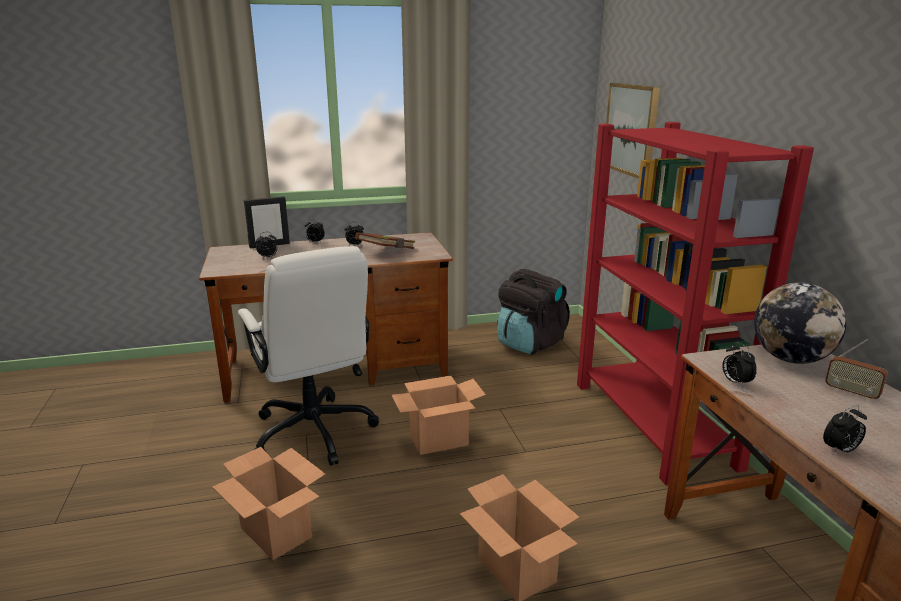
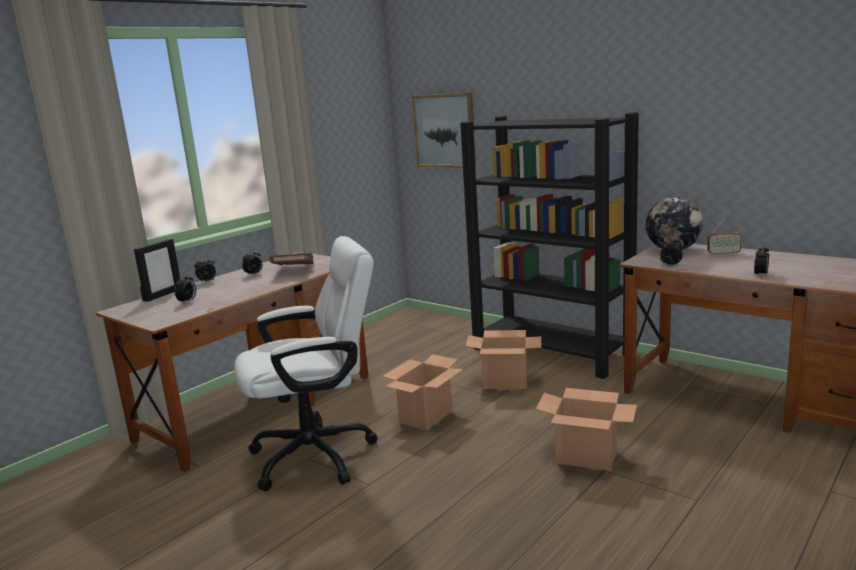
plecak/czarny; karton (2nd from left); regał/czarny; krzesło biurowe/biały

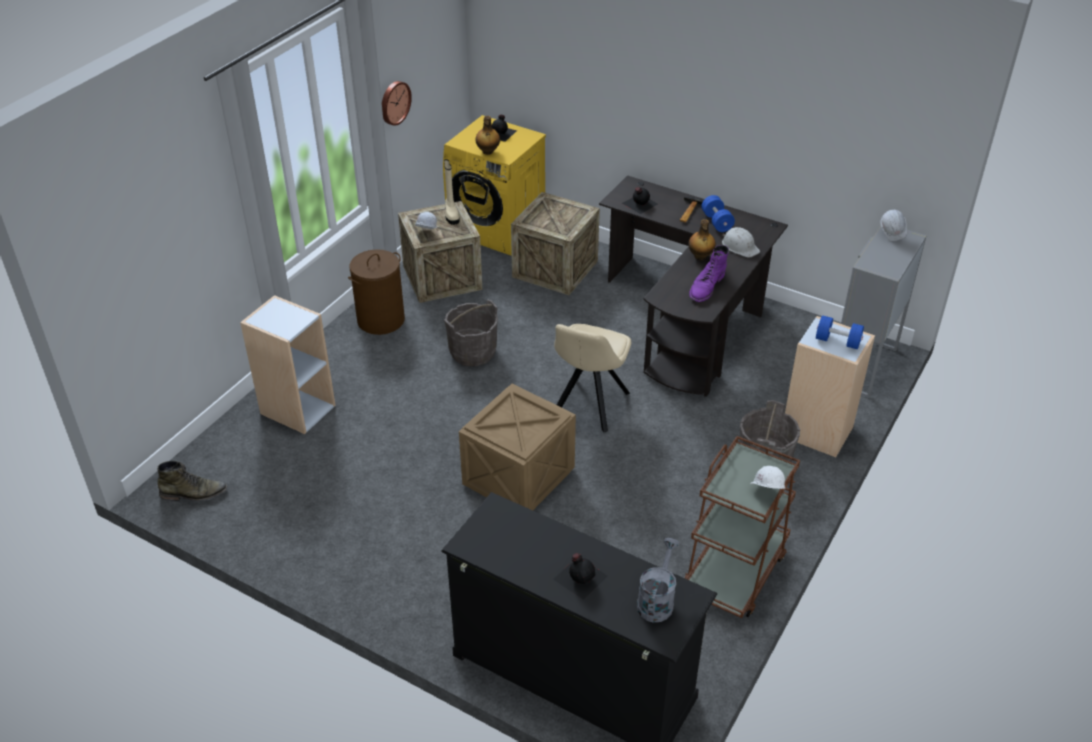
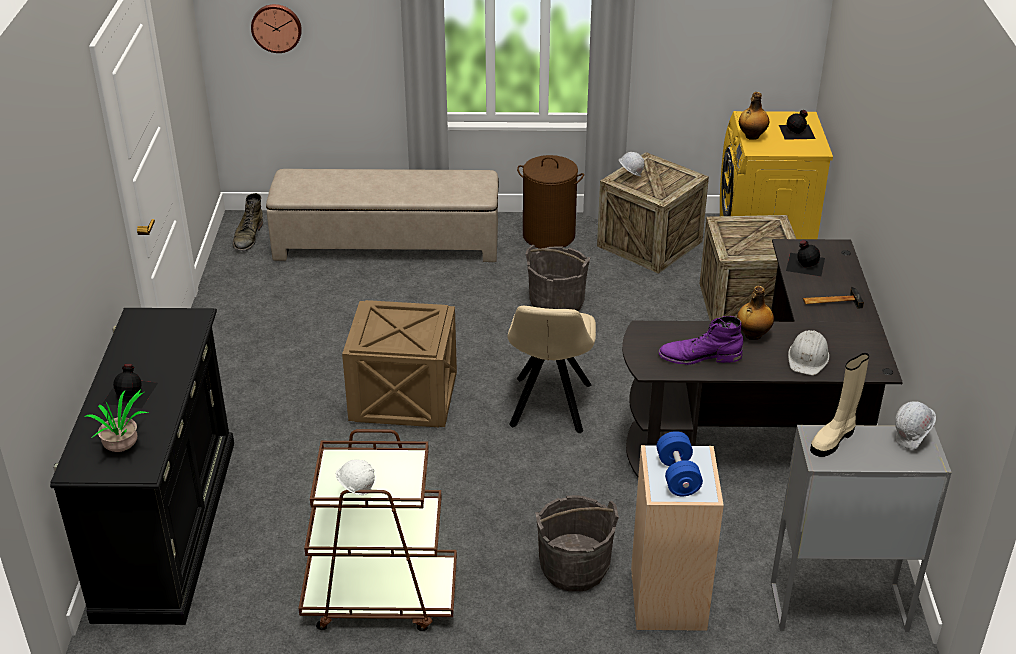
hantel/niebieski (1st from left in the first image); zegar ścienny; but z cholewką/beżowy; ławka/beżowy; roślina doniczkowa; but z cholewką/zielony; krzesło/beżowy

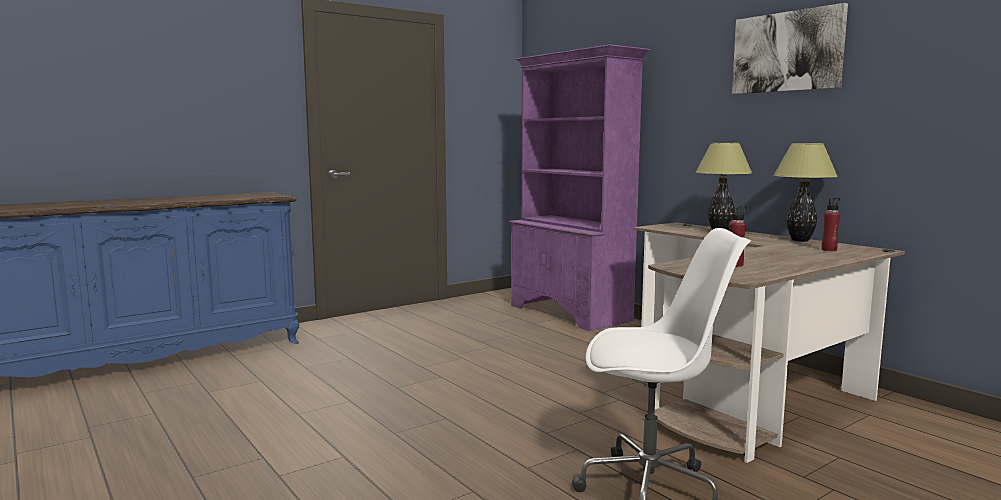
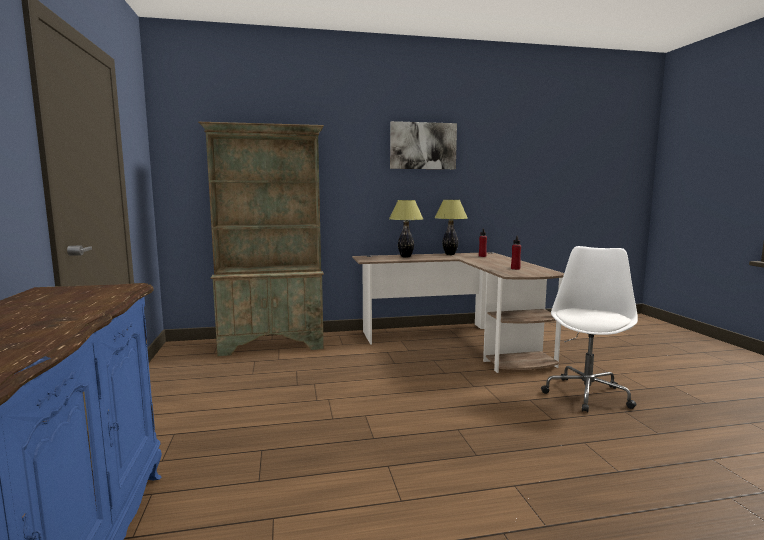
regał/zielony

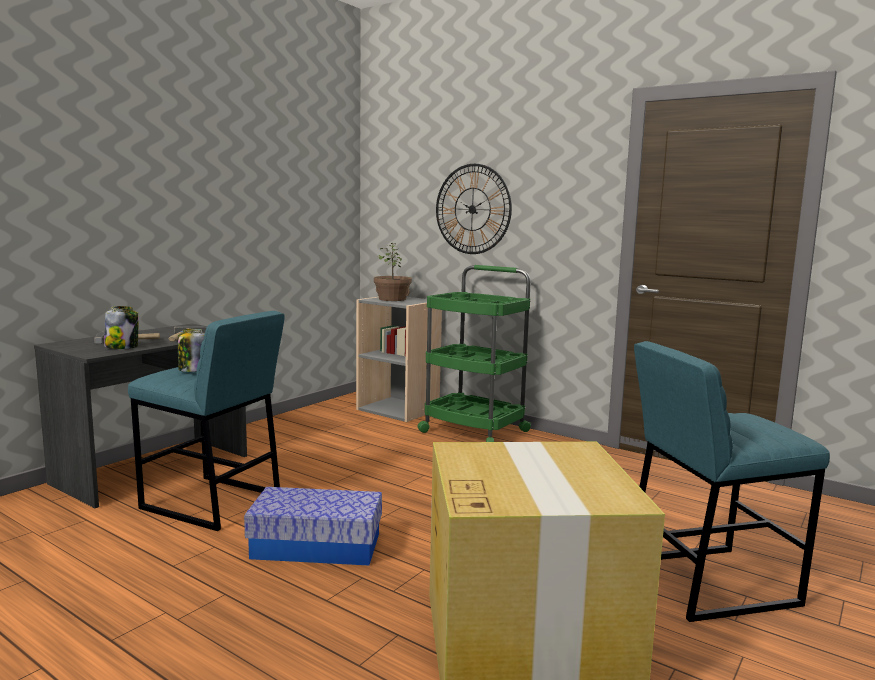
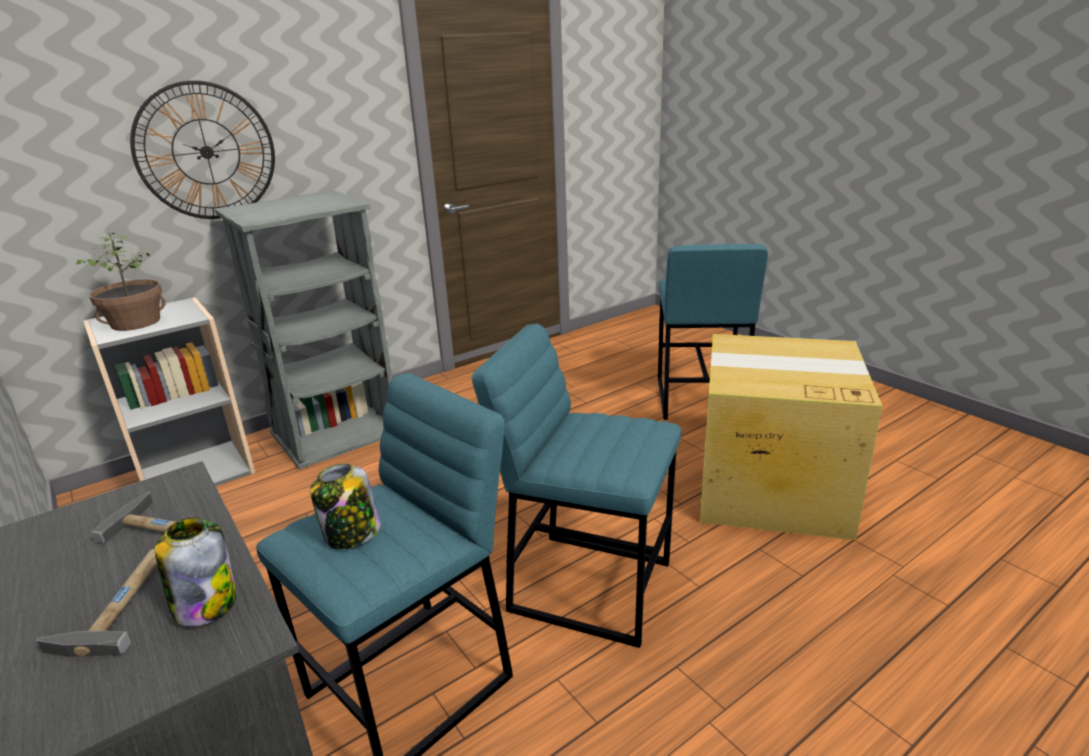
stołek/niebieski (2nd from left); regał/szary (2nd from left)

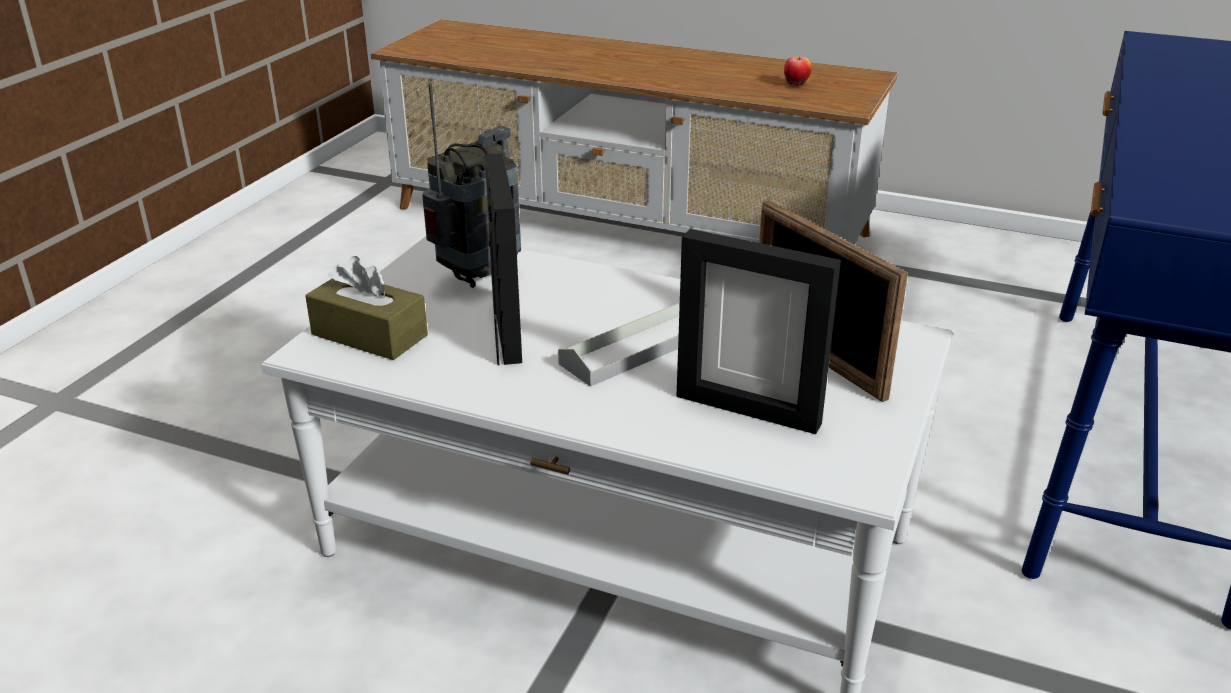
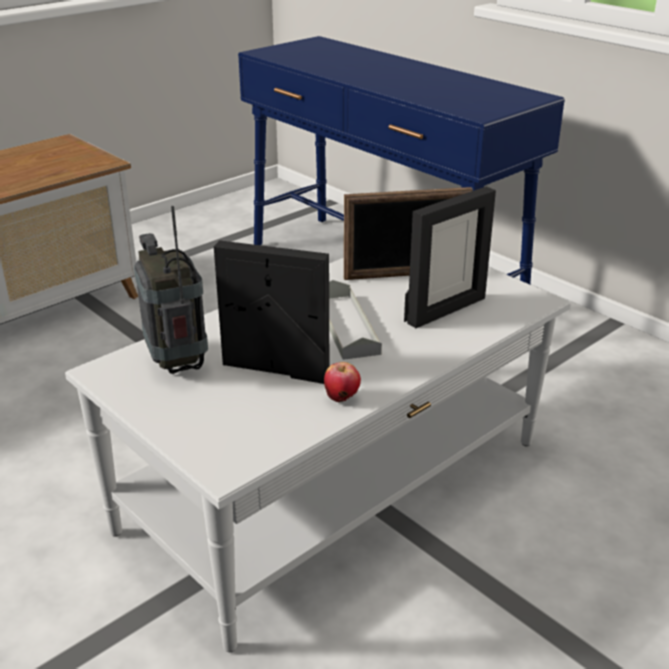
pudełko chusteczek/brązowy; jabłko

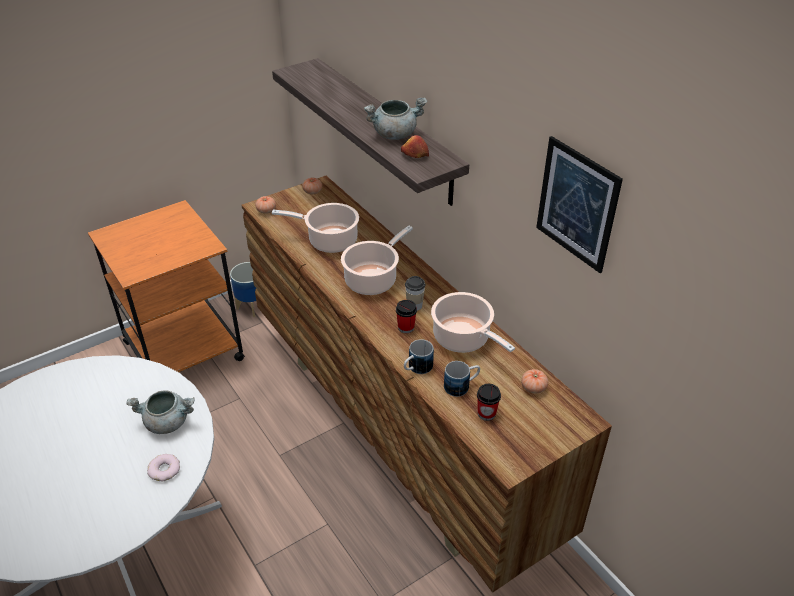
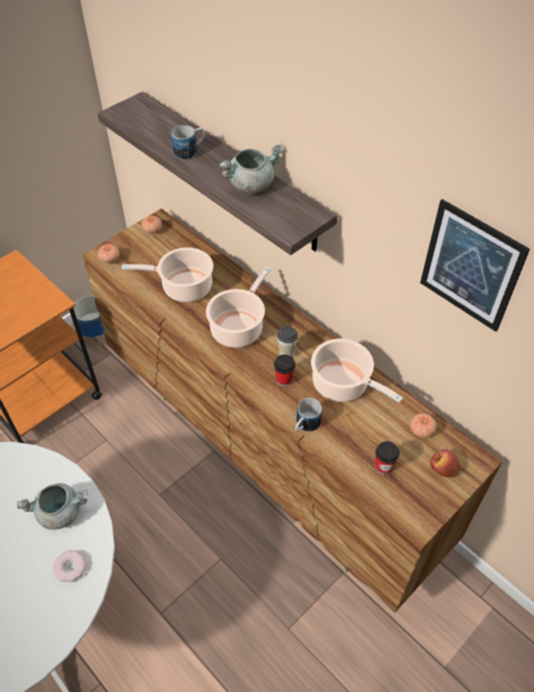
jabłko; kubek (1st from left)

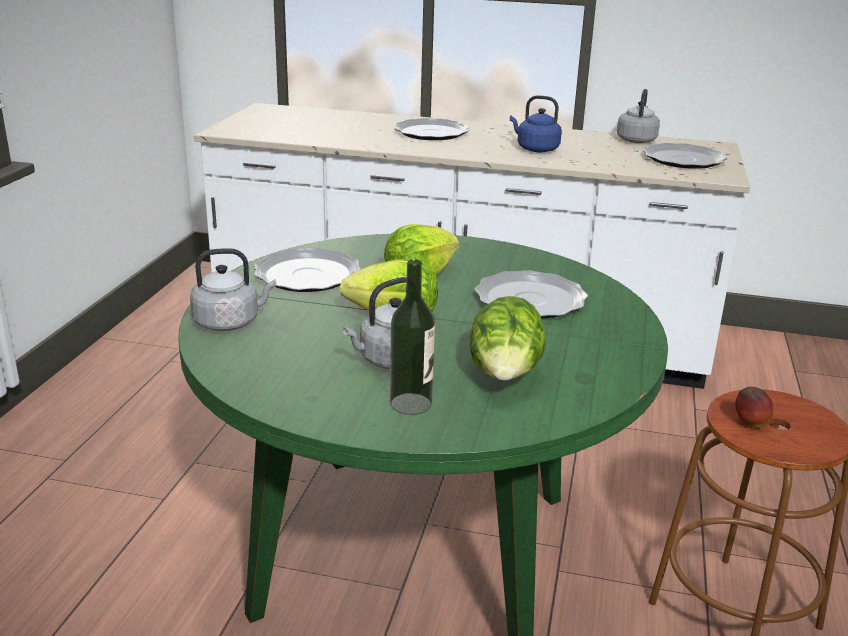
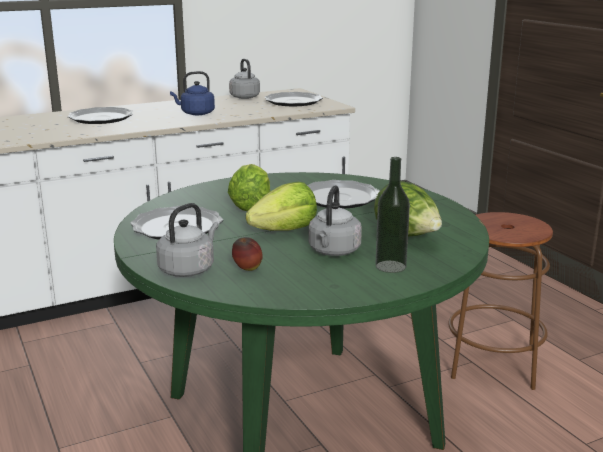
jabłko

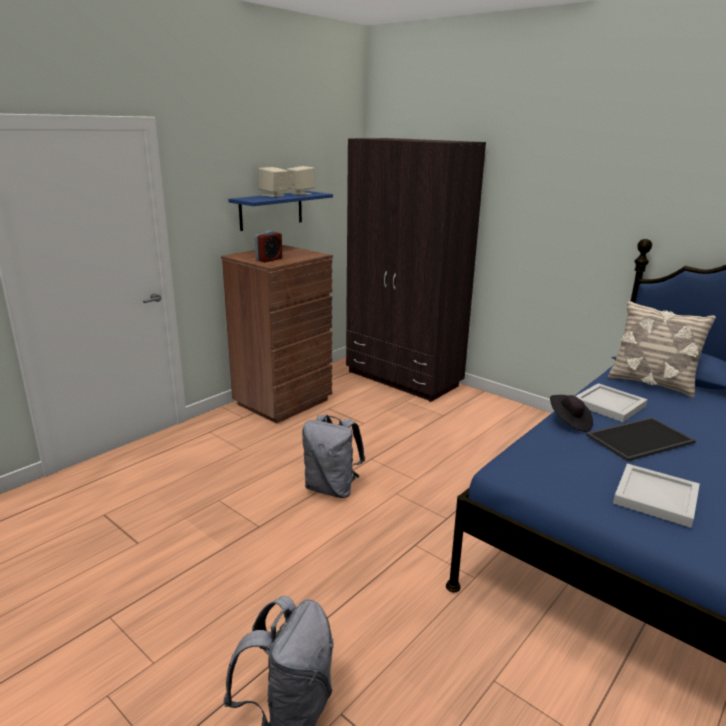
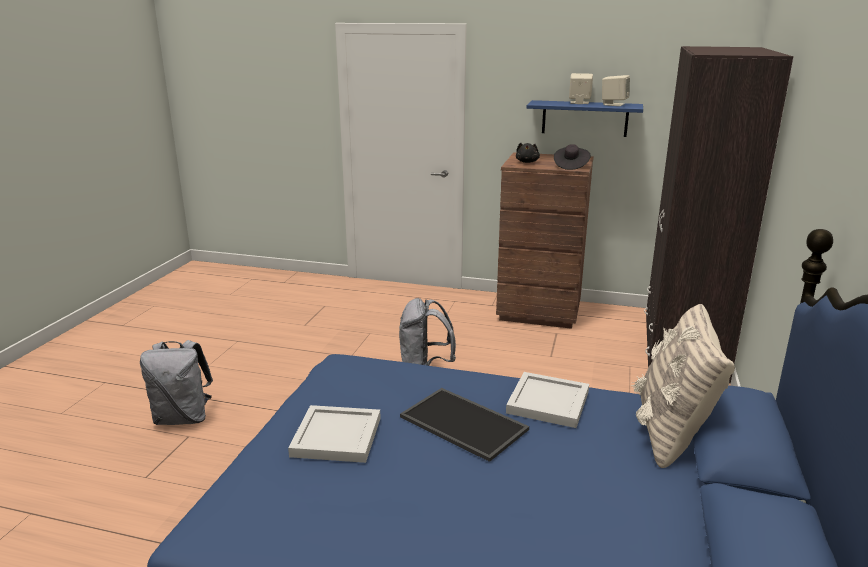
kapelusz/czarny; pluszak/czarny

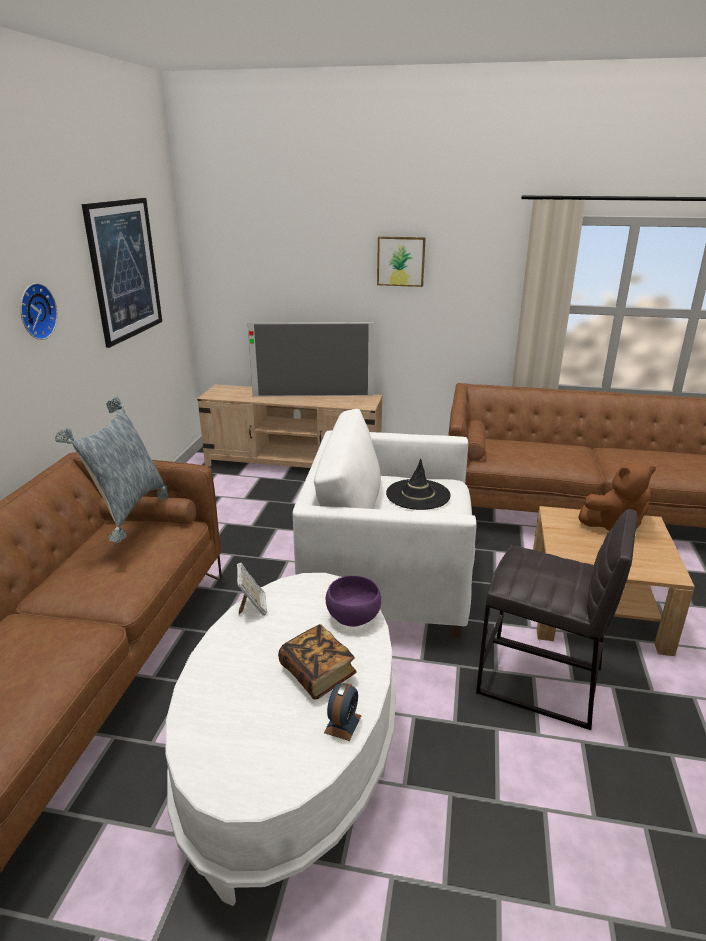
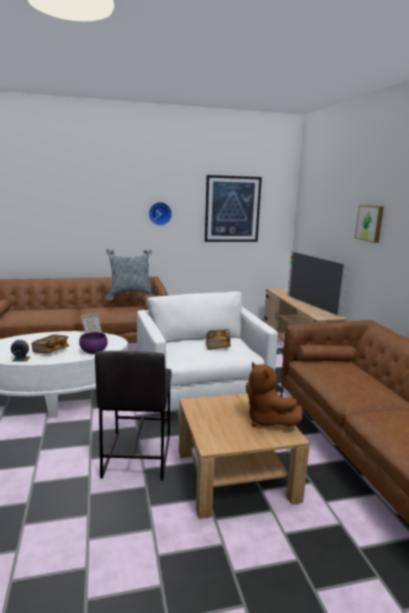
książka (2nd from left)

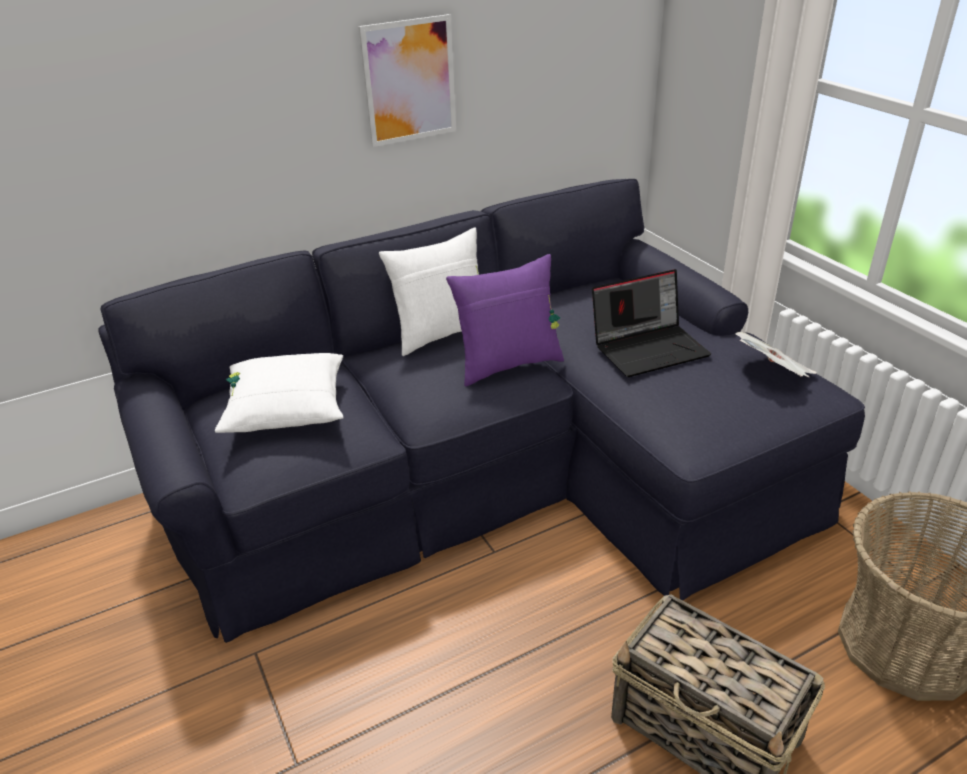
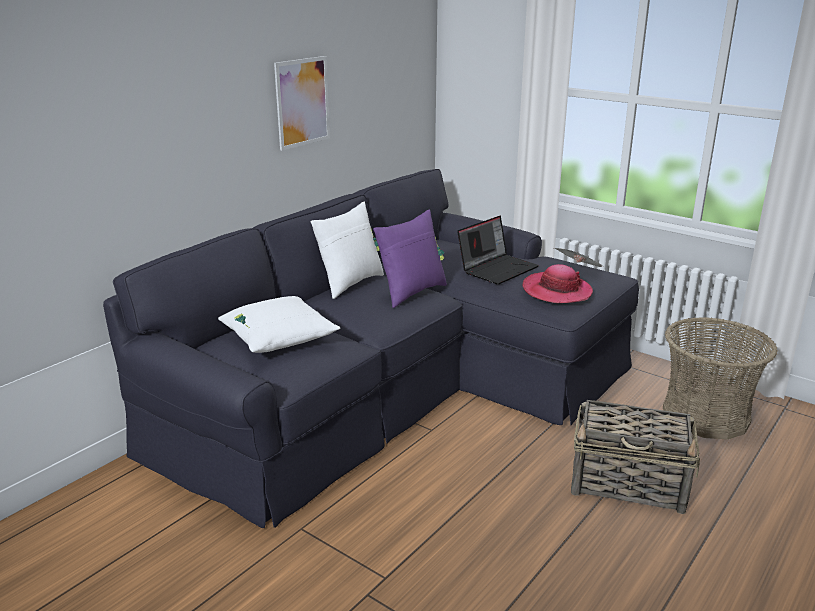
kapelusz

